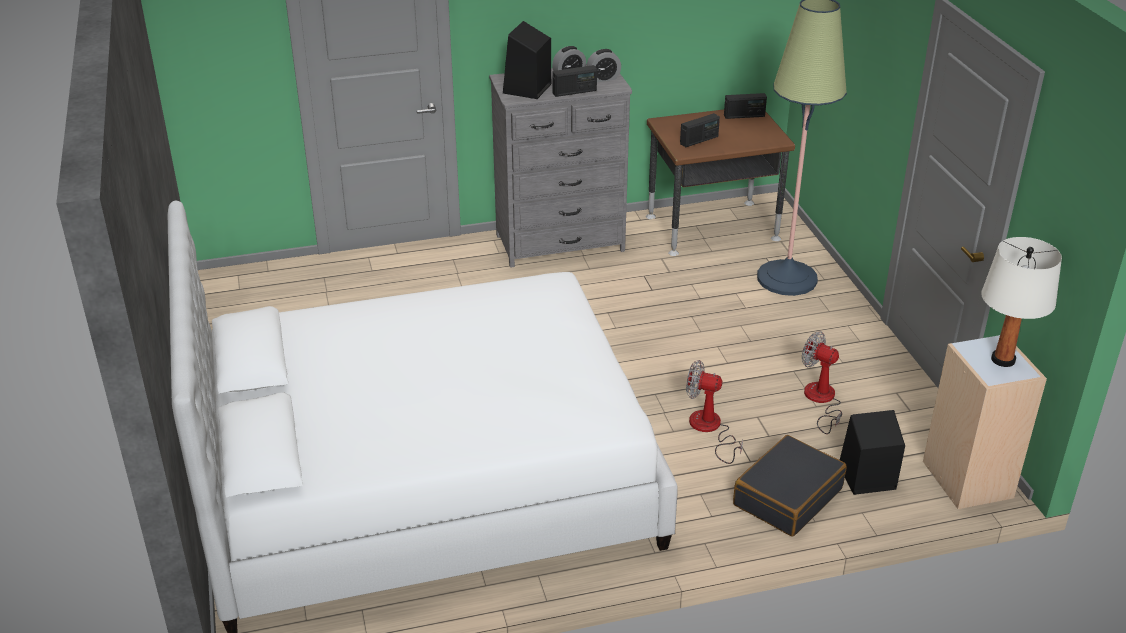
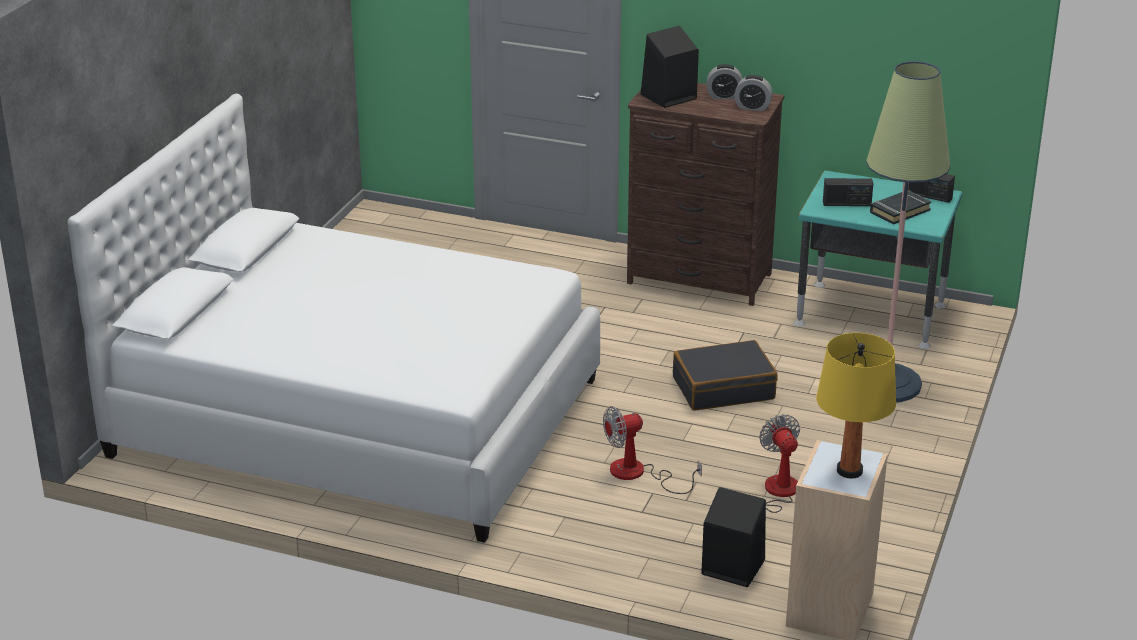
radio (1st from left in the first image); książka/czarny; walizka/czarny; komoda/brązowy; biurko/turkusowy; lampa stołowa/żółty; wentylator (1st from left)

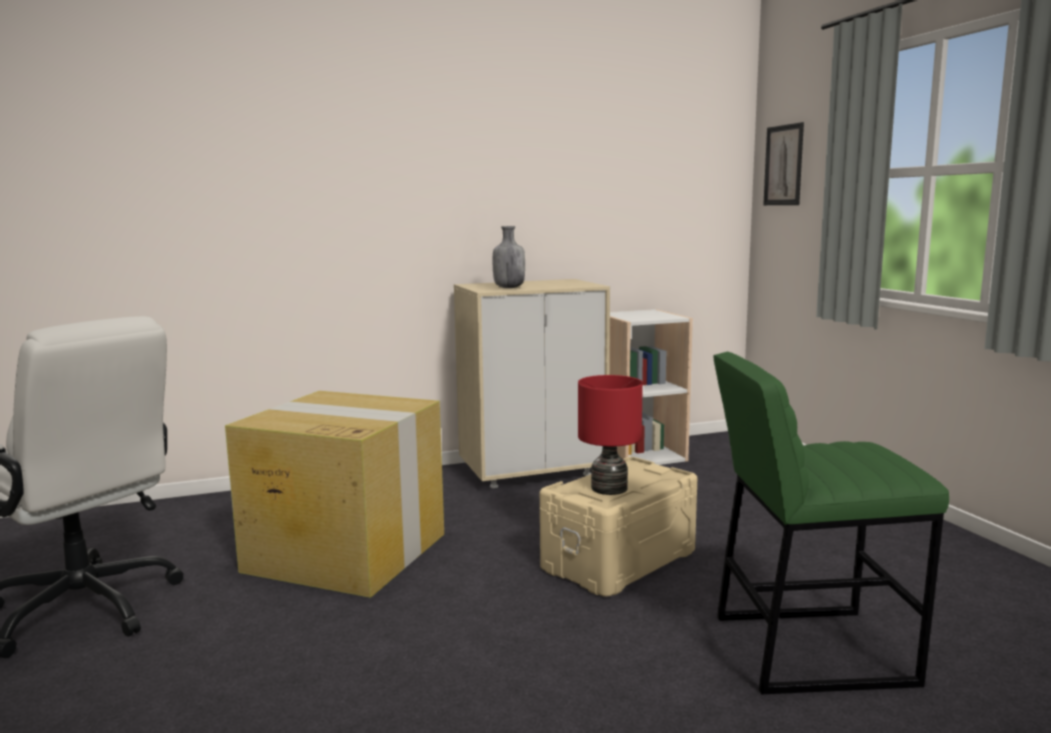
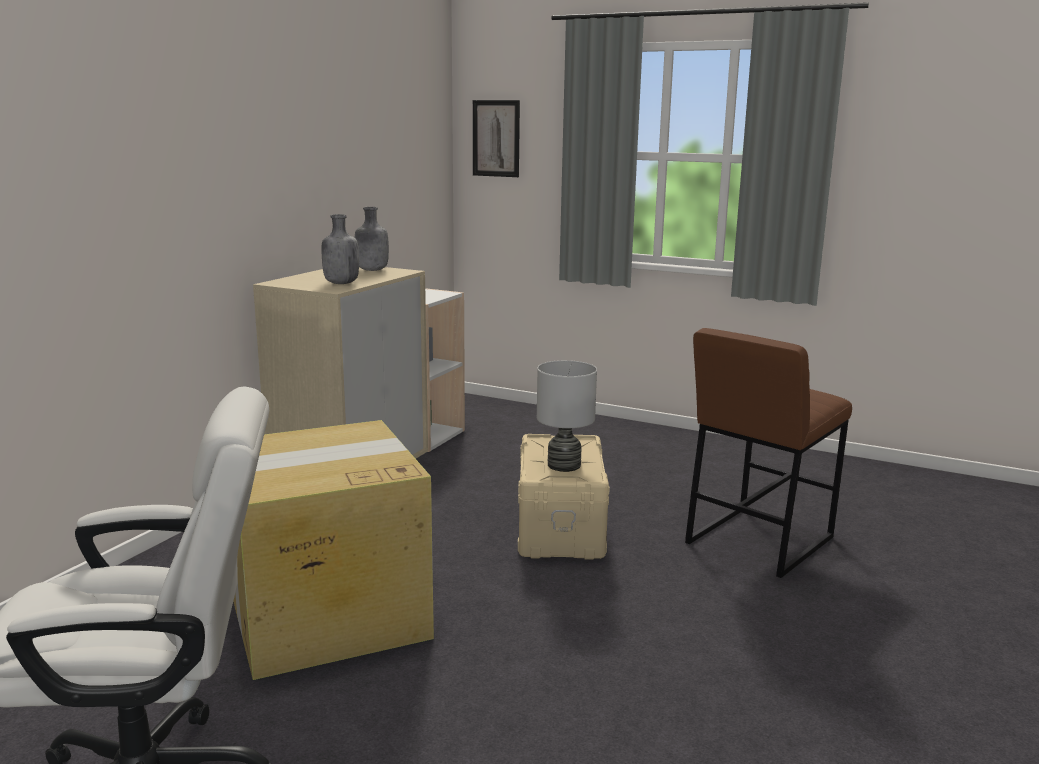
butelka/szary (2nd from left); lampa stołowa/szary; krzesło/brązowy

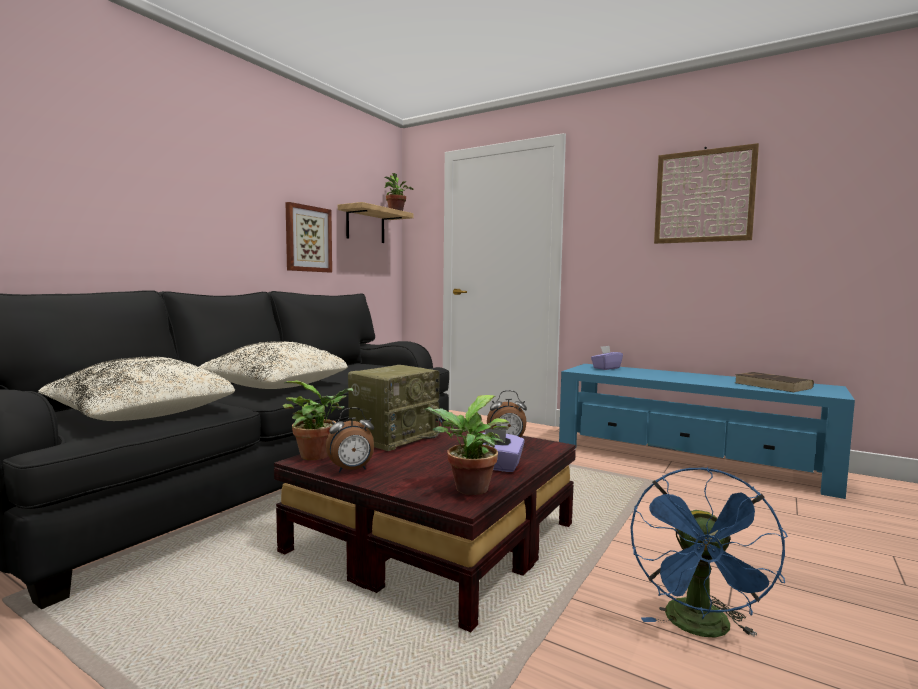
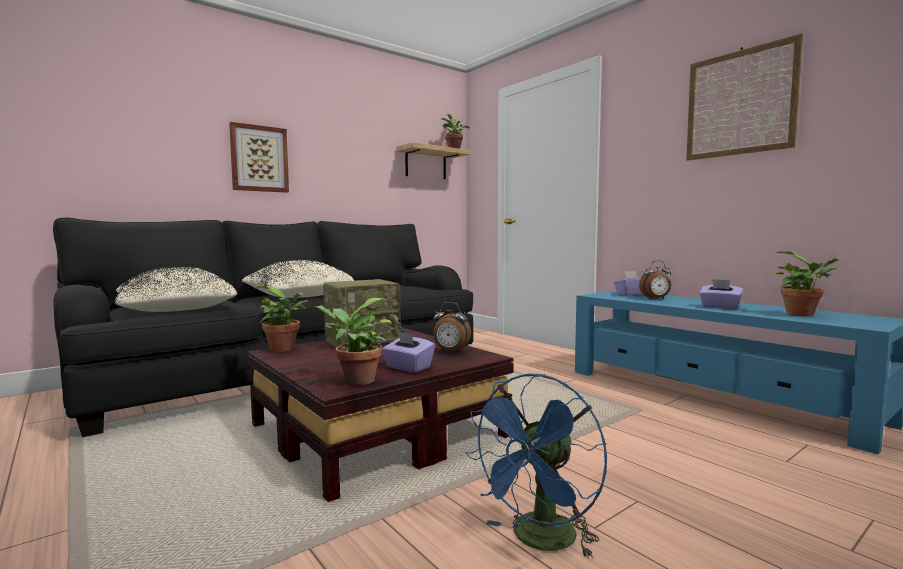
pudełko chusteczek/fioletowy (3rd from left); obraz (1st from left); budzik (2nd from left); roślina doniczkowa (4th from left)

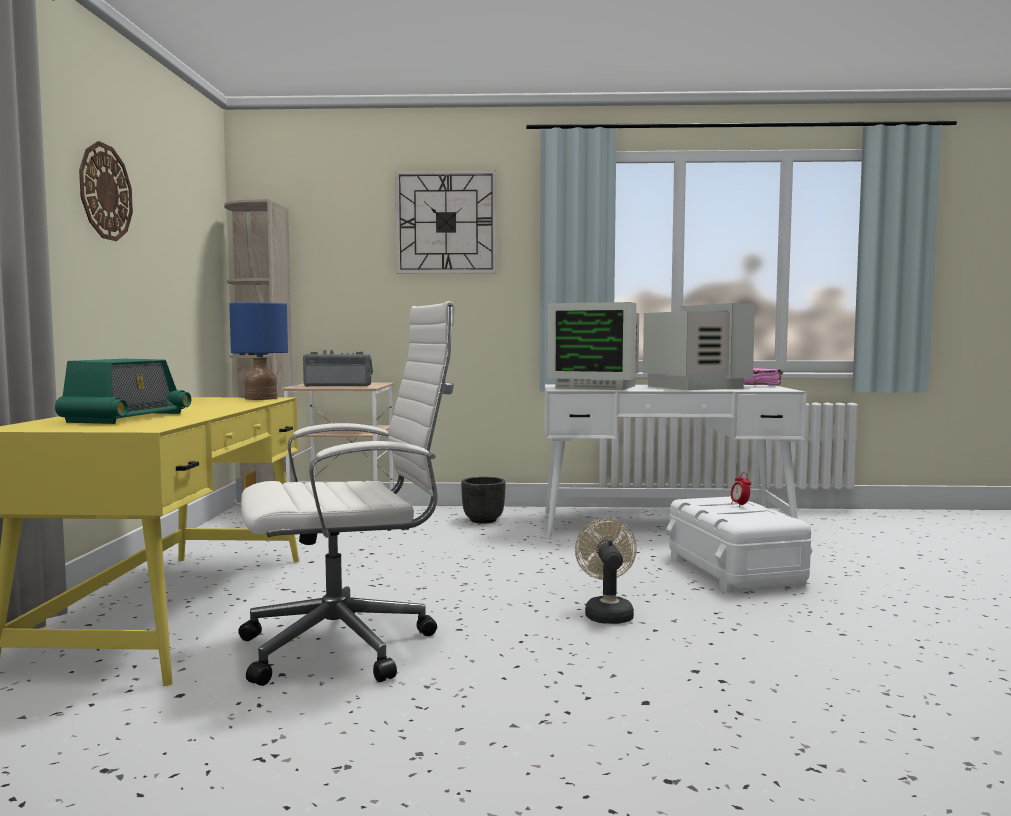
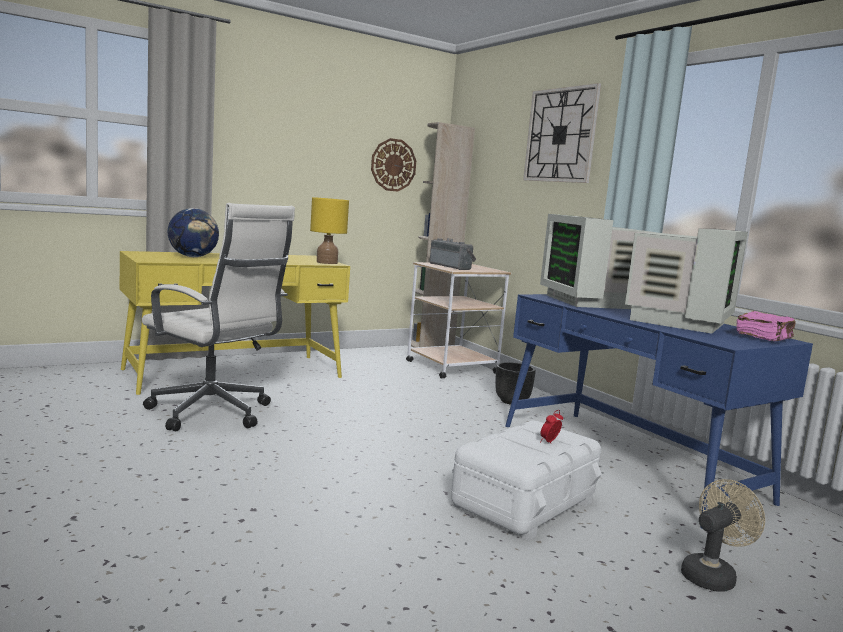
zegar ścienny (1st from left); wentylator/beżowy; globus; lampa stołowa/żółty; biurko/niebieski

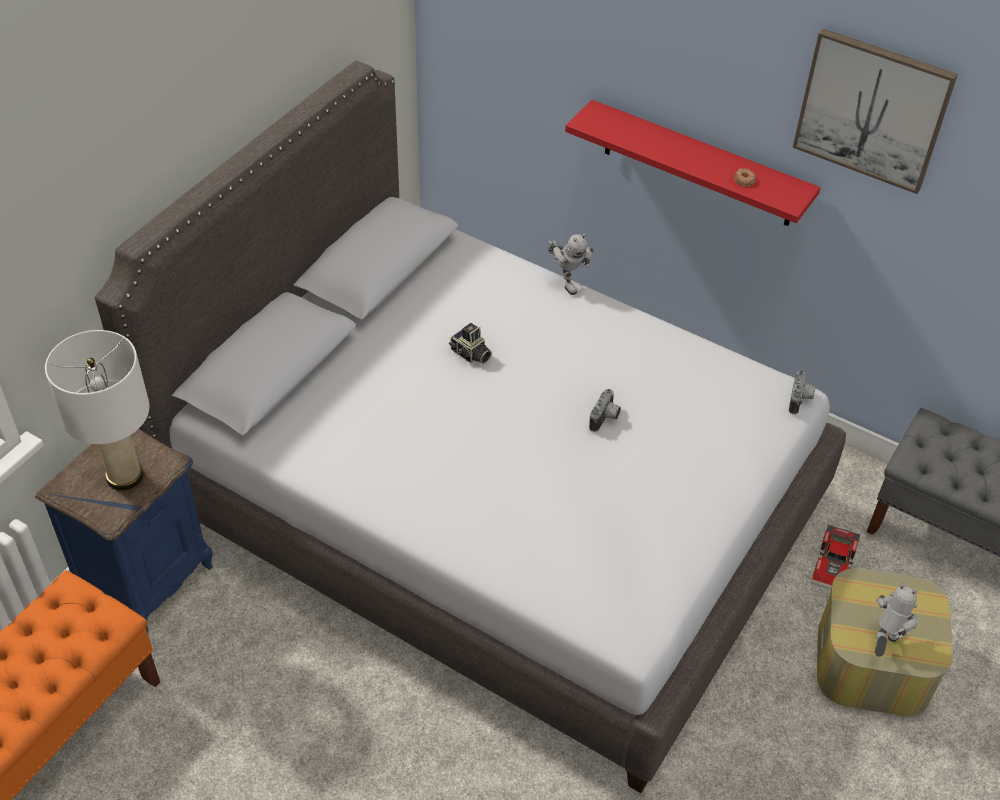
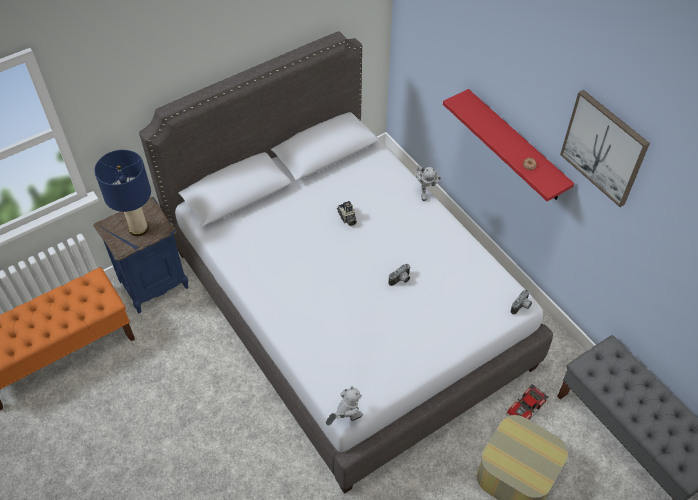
robot zabawkowy (1st from left); lampa stołowa/niebieski

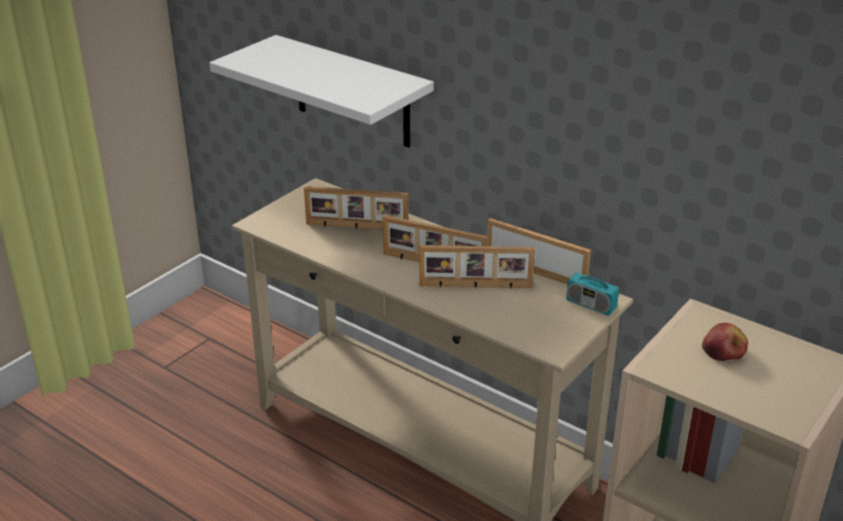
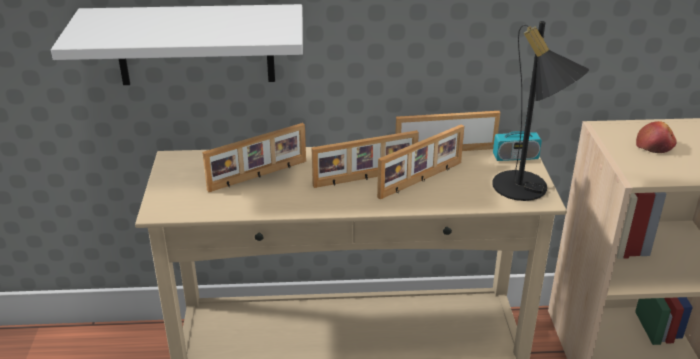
lampa stołowa/czarny

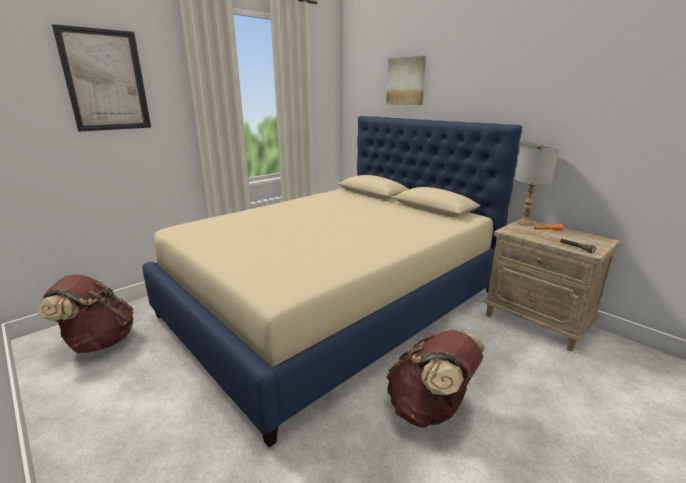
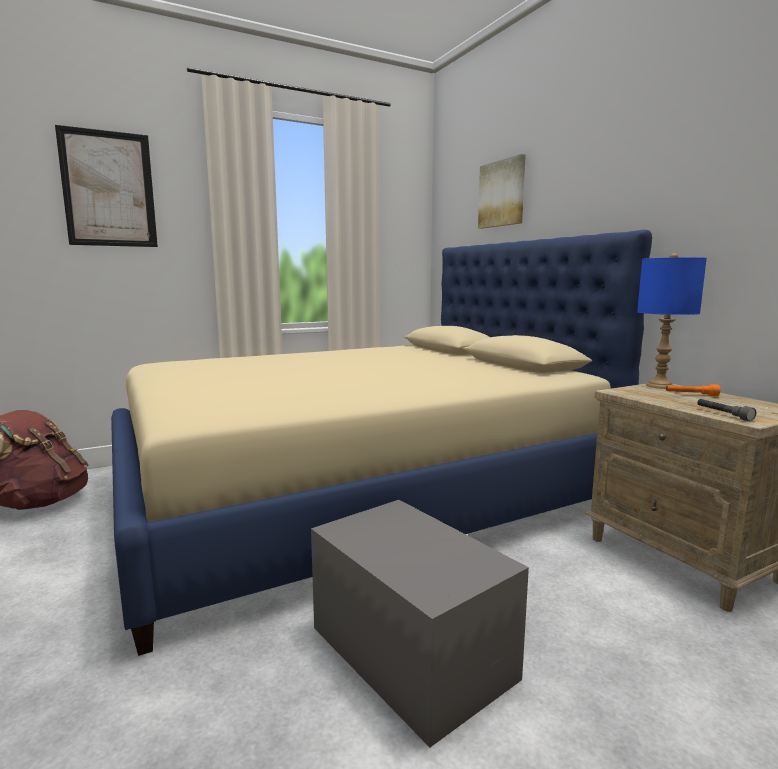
pojemnik do przechowywania/szary; lampa stołowa/niebieski

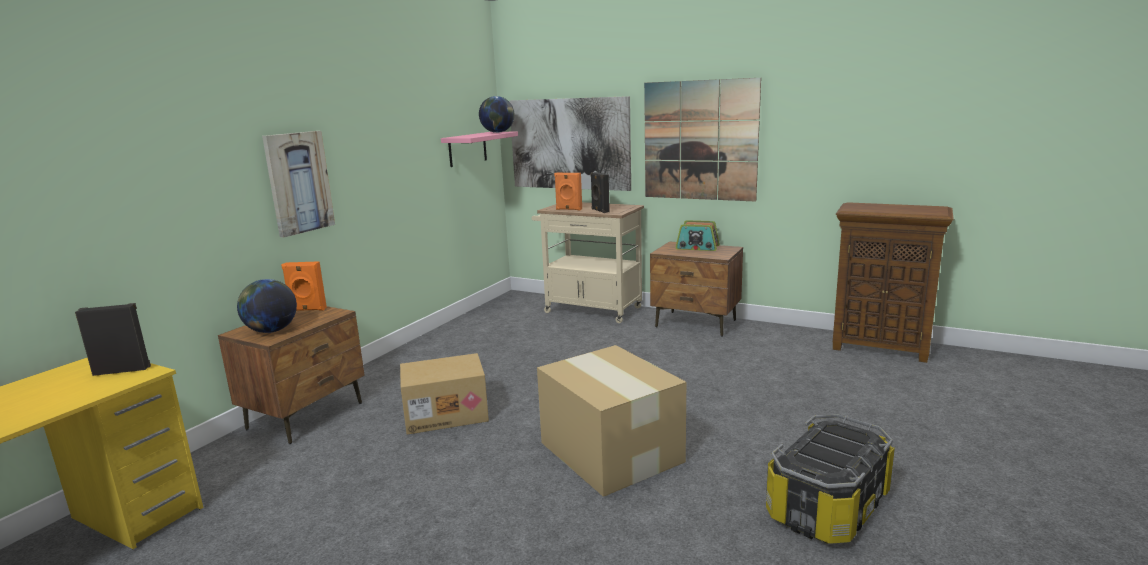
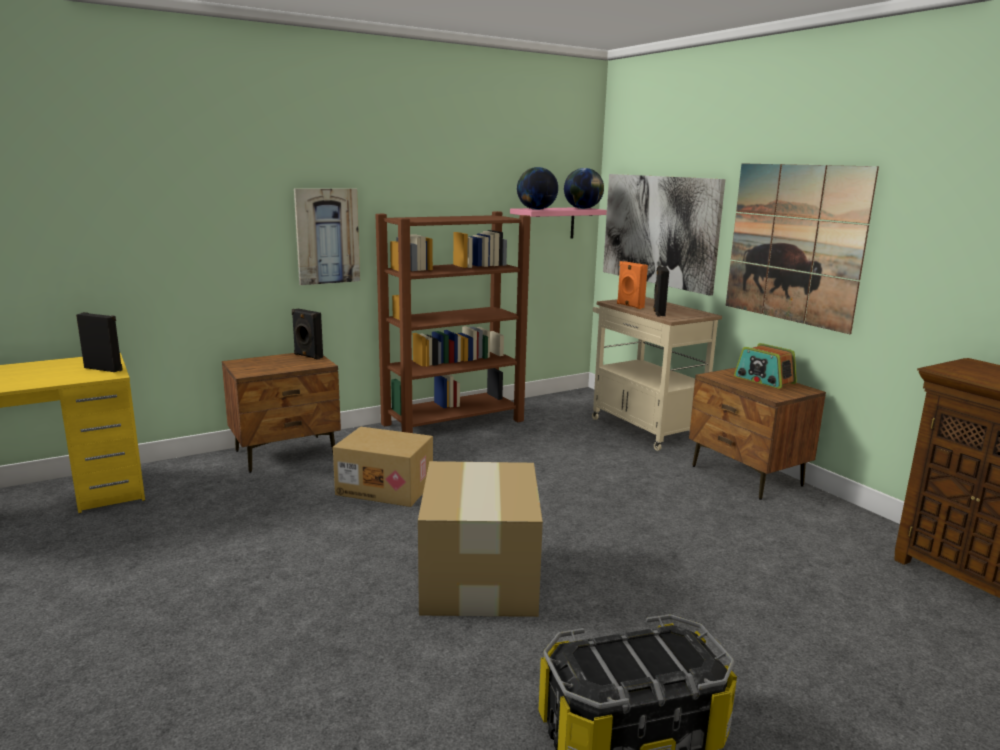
regał/brązowy; globus (1st from left); głośnik/czarny (2nd from left)

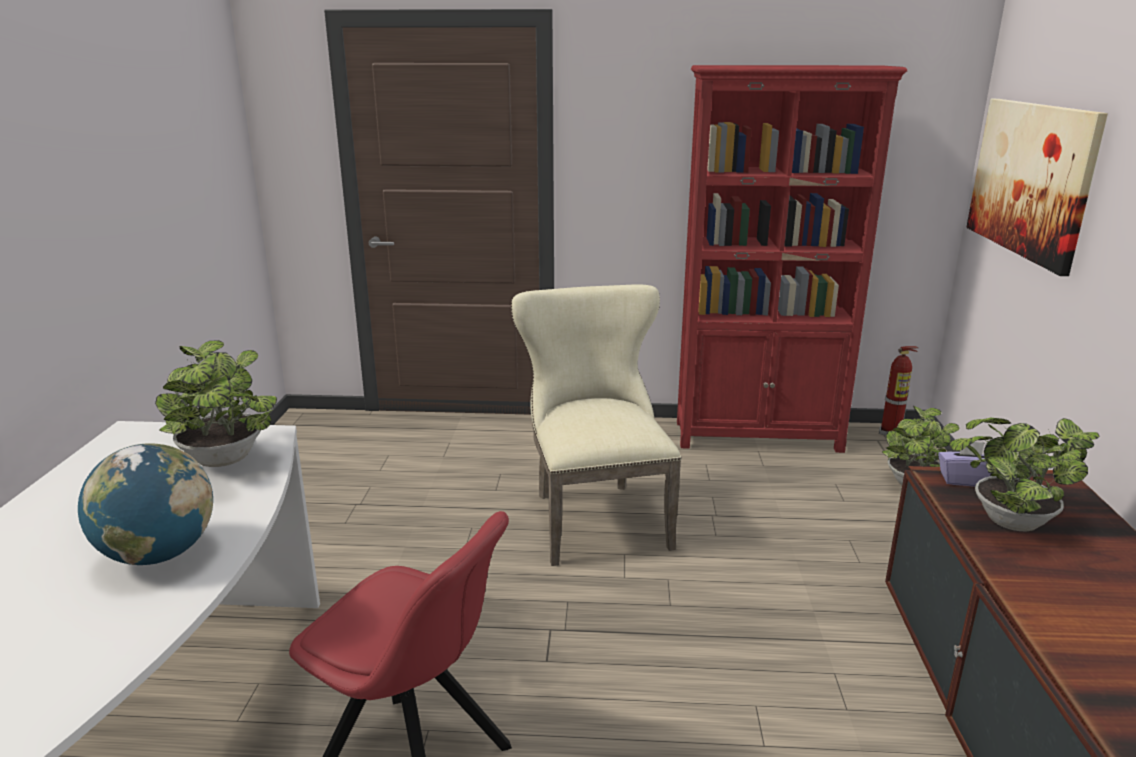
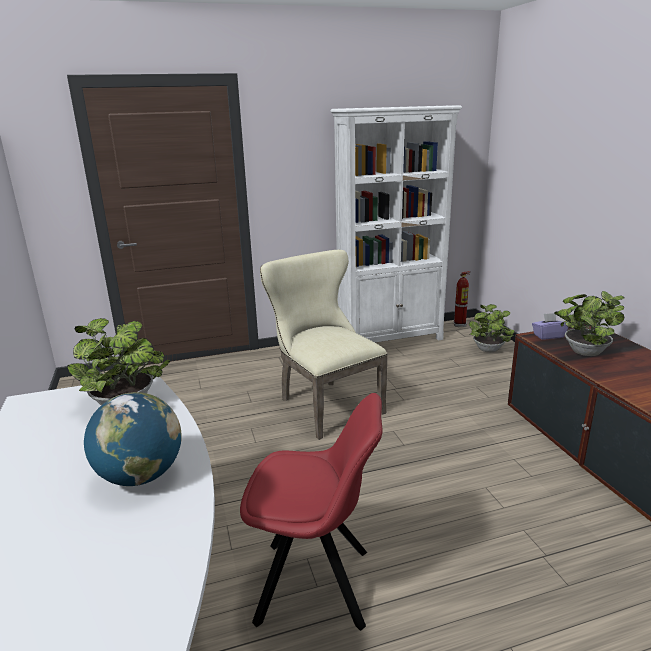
obraz; regał/biały

